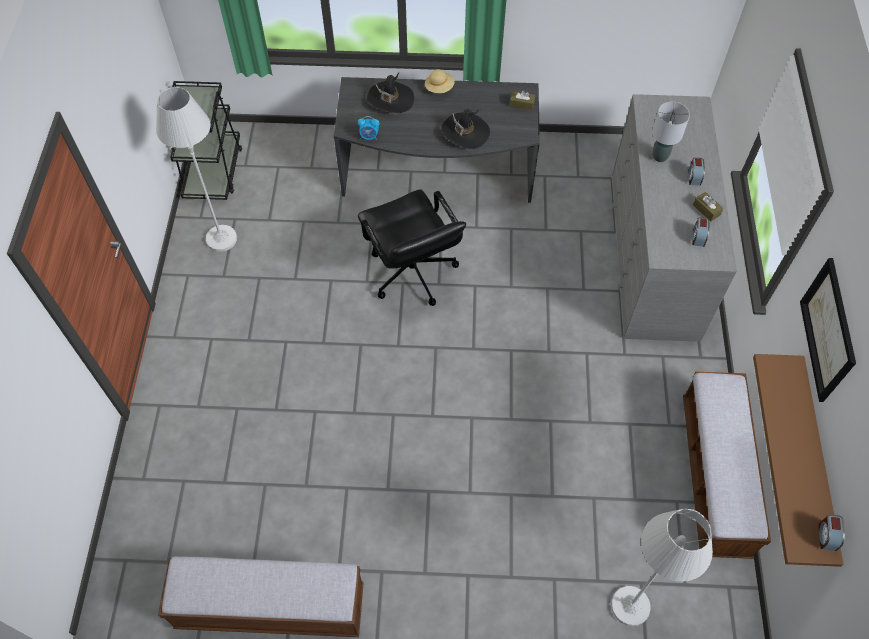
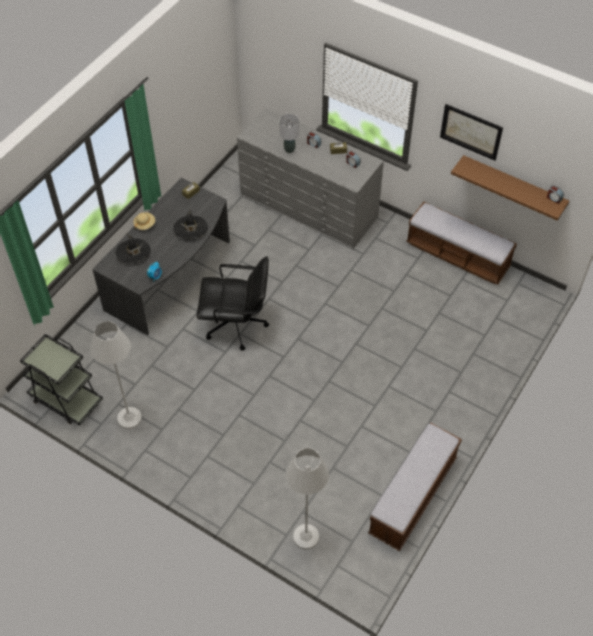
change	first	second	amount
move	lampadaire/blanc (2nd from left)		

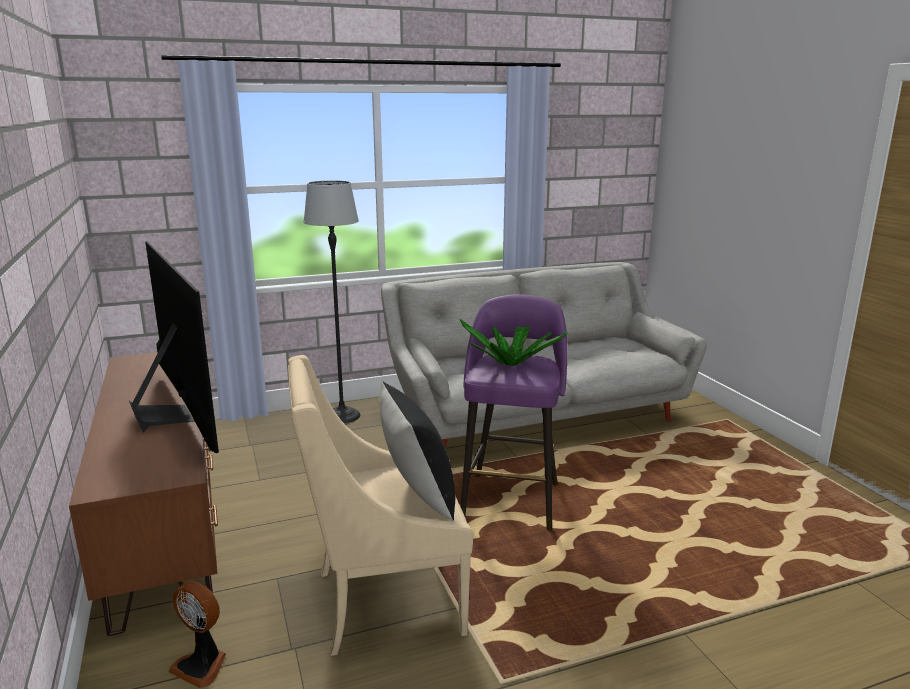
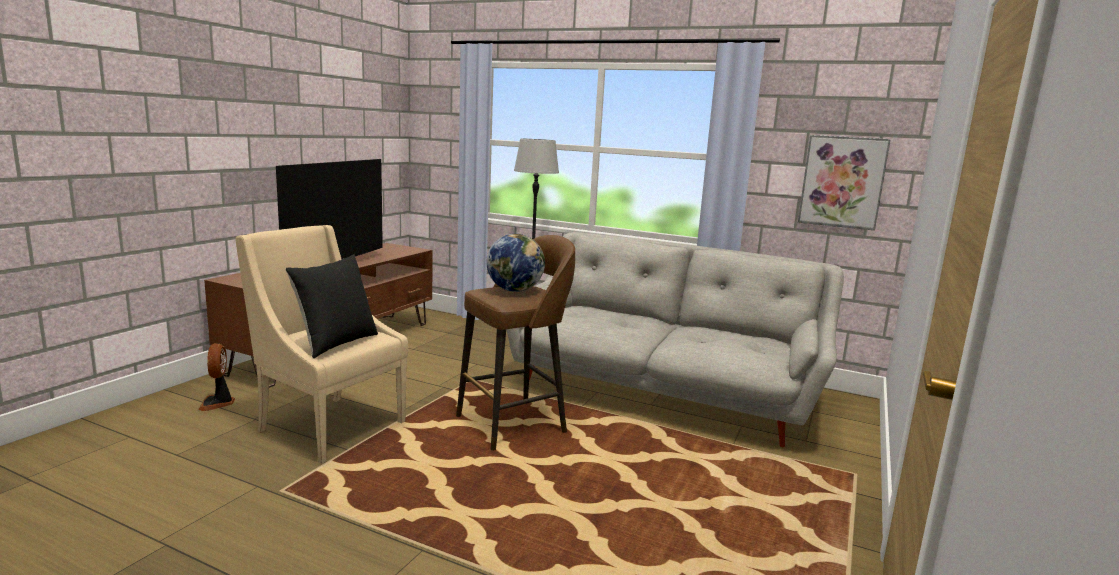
change	first	second	amount
insert		tableau	
replace	plante en pot	globe	
recolor	tabouret/violet	tabouret/marron	

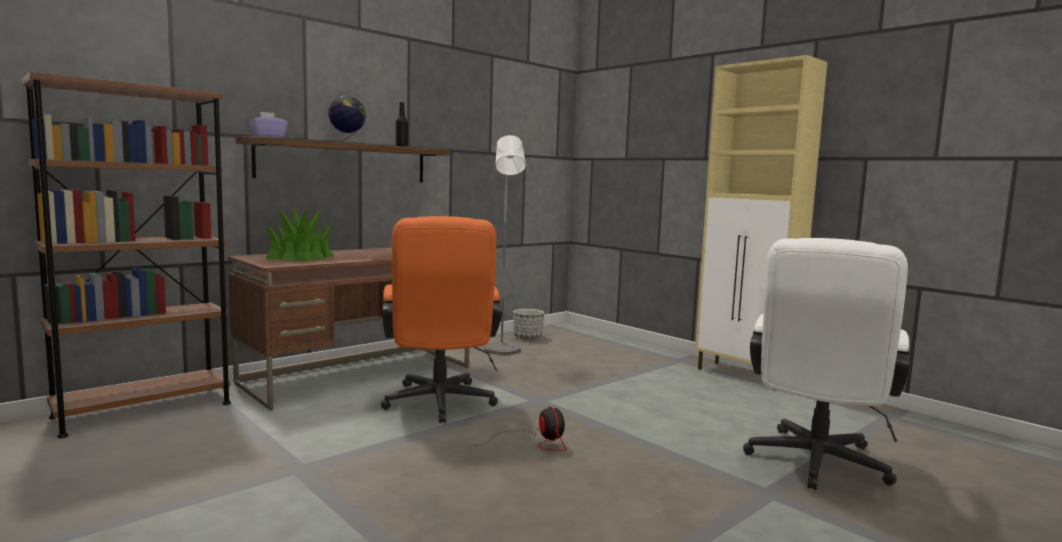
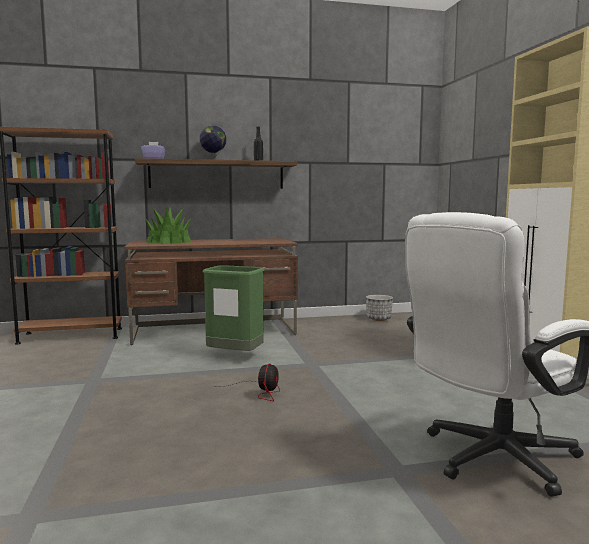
change	first	second	amount
delete	lampadaire/gris		
replace	chaise de bureau/orange	poubelle/vert	

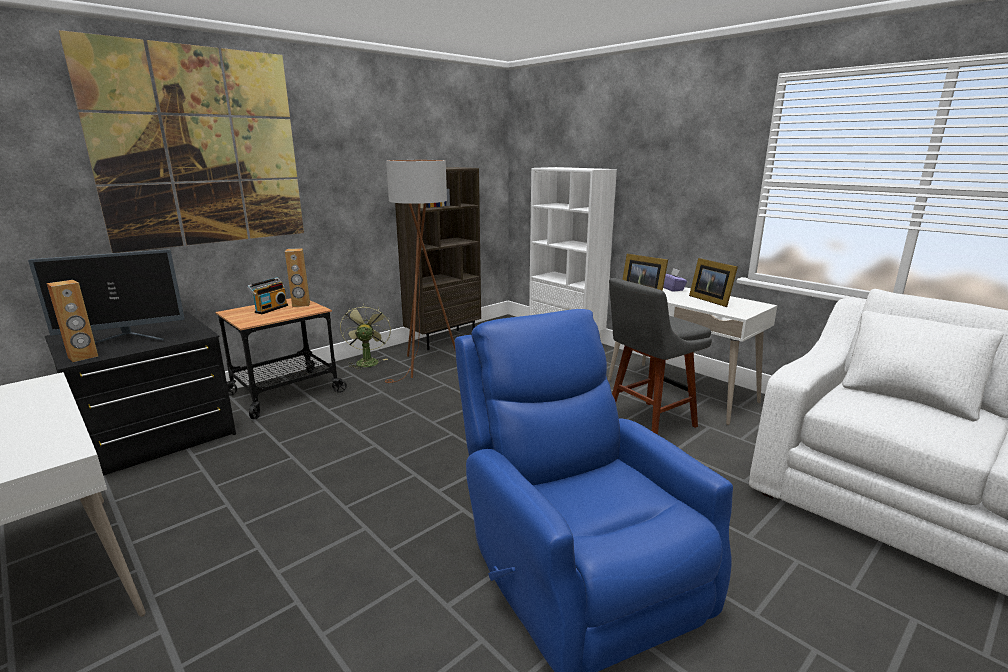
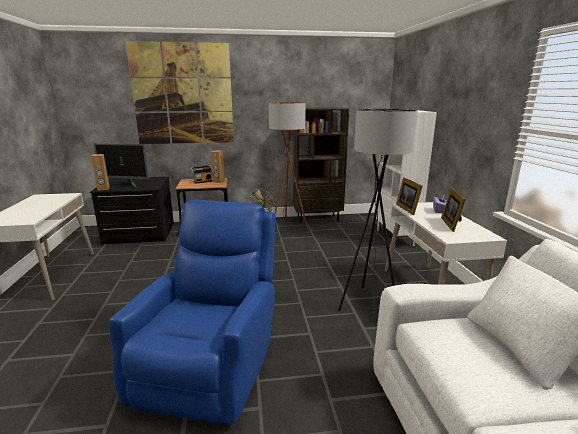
change	first	second	amount
replace	tabouret/gris	lampadaire/gris	

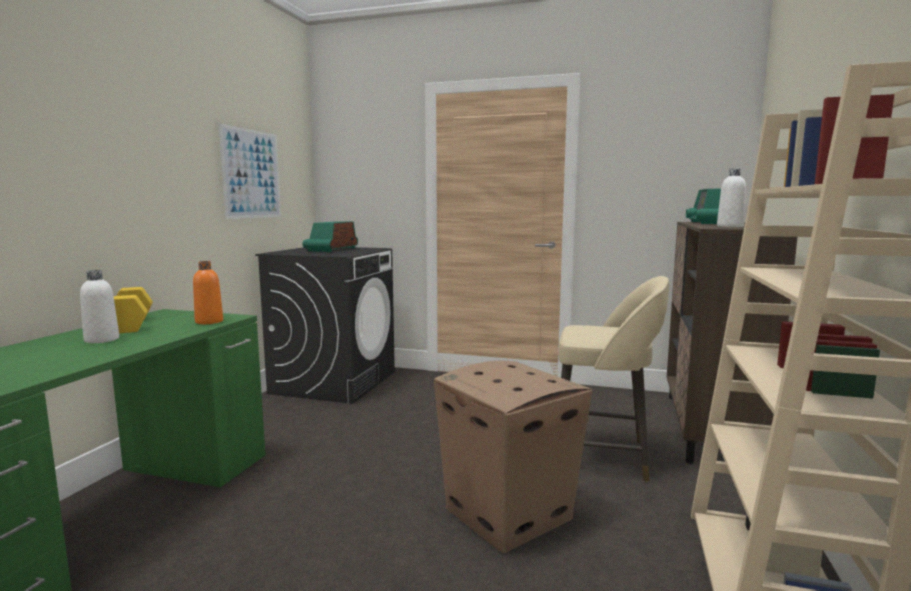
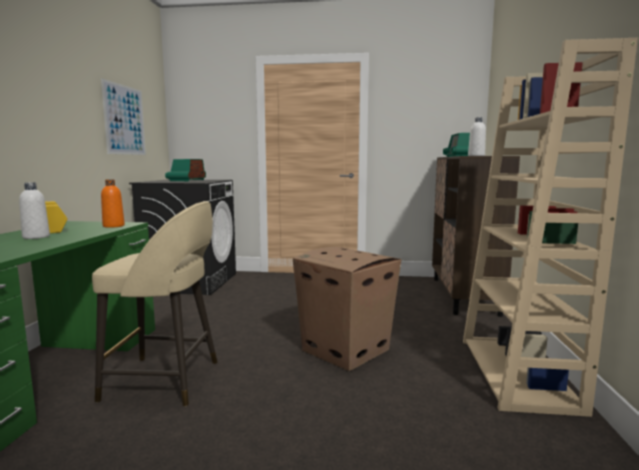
change	first	second	amount
move	tabouret/beige		

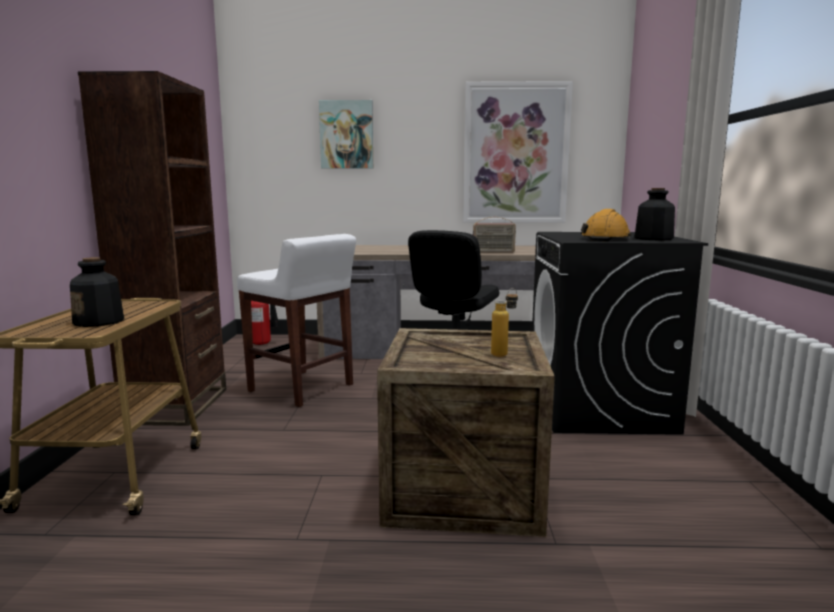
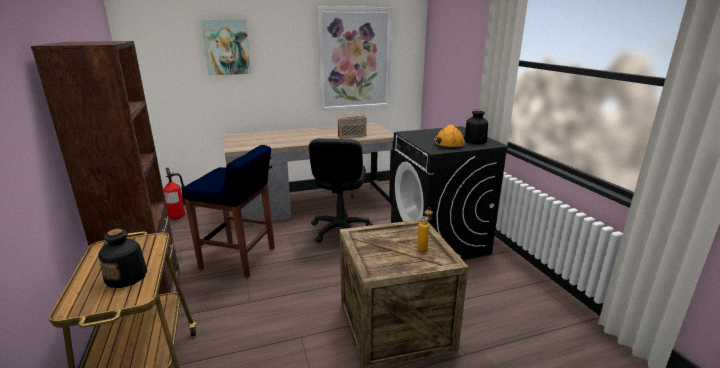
change	first	second	amount
recolor	tabouret/blanc	tabouret/bleu	

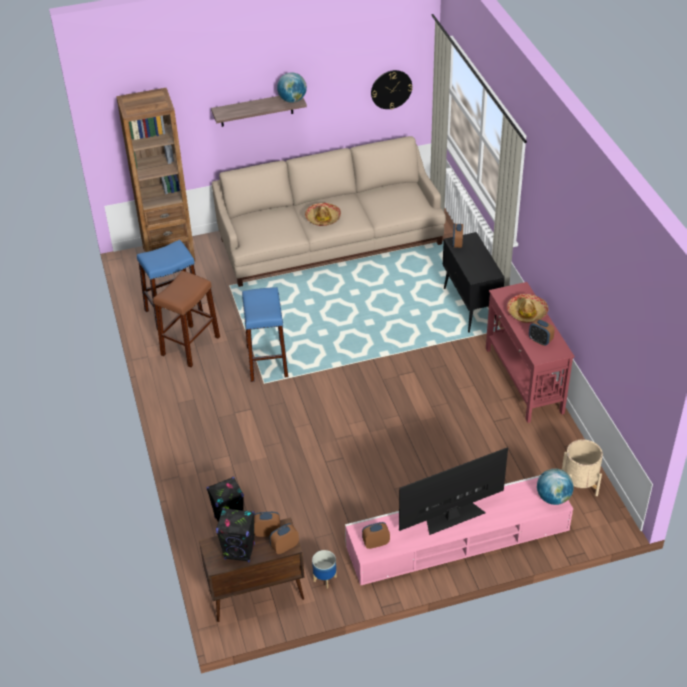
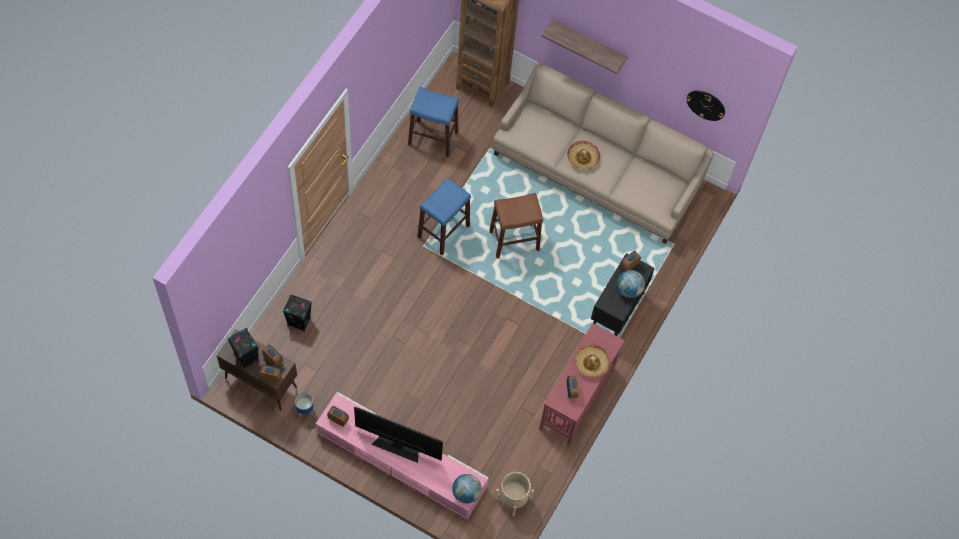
change	first	second	amount
move	tabouret/marron		
move	globe (1st from left in the first image)	globe (2nd from left)	

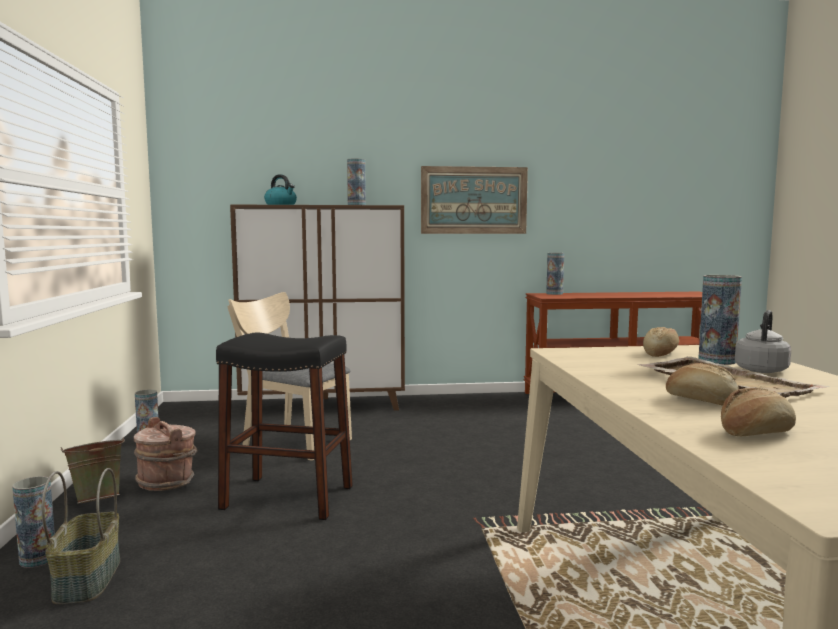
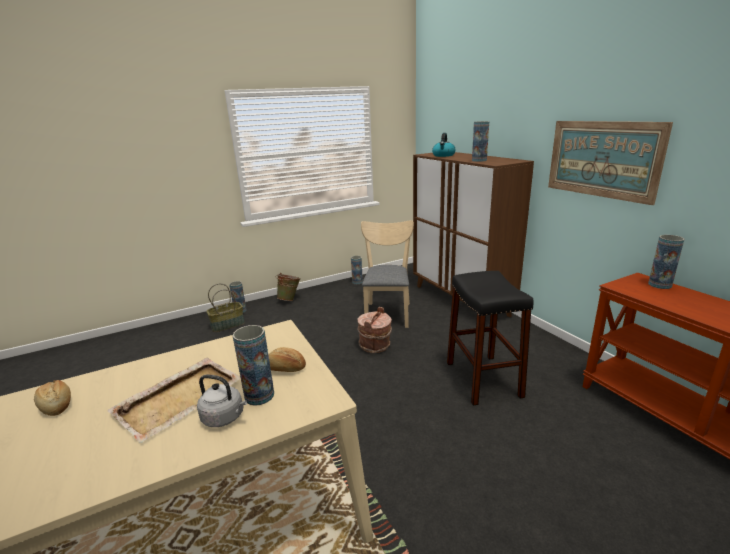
change	first	second	amount
delete	pain (2nd from left)		
move	seau/marron		
move	tabouret/noir		

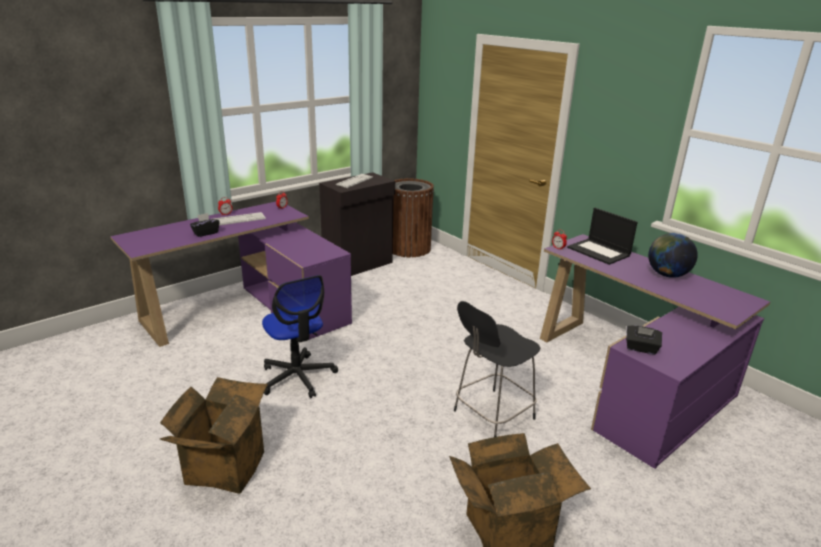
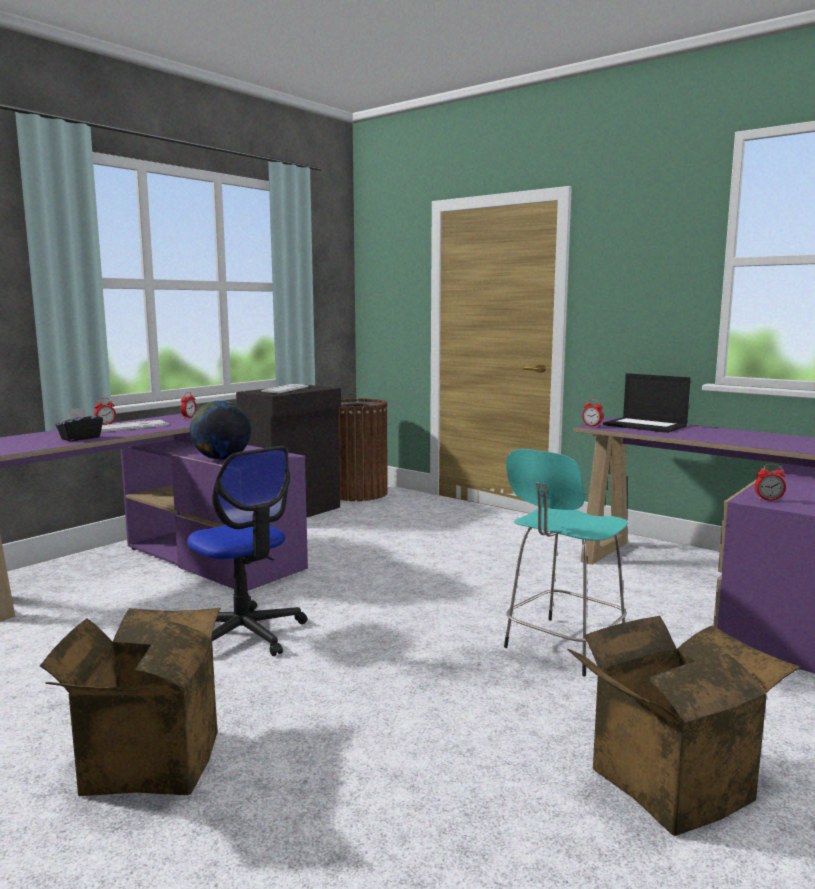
change	first	second	amount
move	globe		
replace	boîte à mouchoirs/noir (2nd from left)	réveil (4th from left)	
recolor	tabouret/noir	tabouret/turquoise	

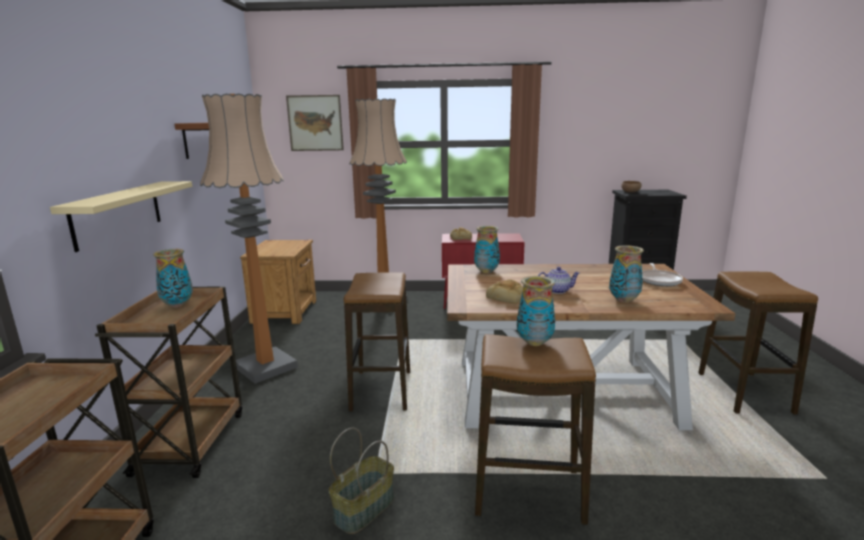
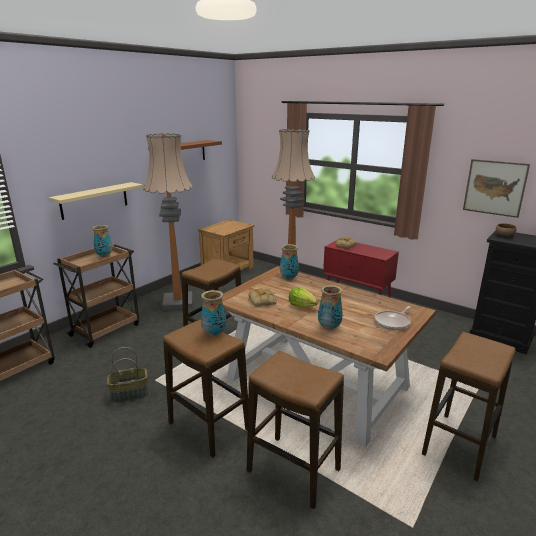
change	first	second	amount
insert		tabouret (3rd from left)	
move	tableau		
replace	théière	laitue	

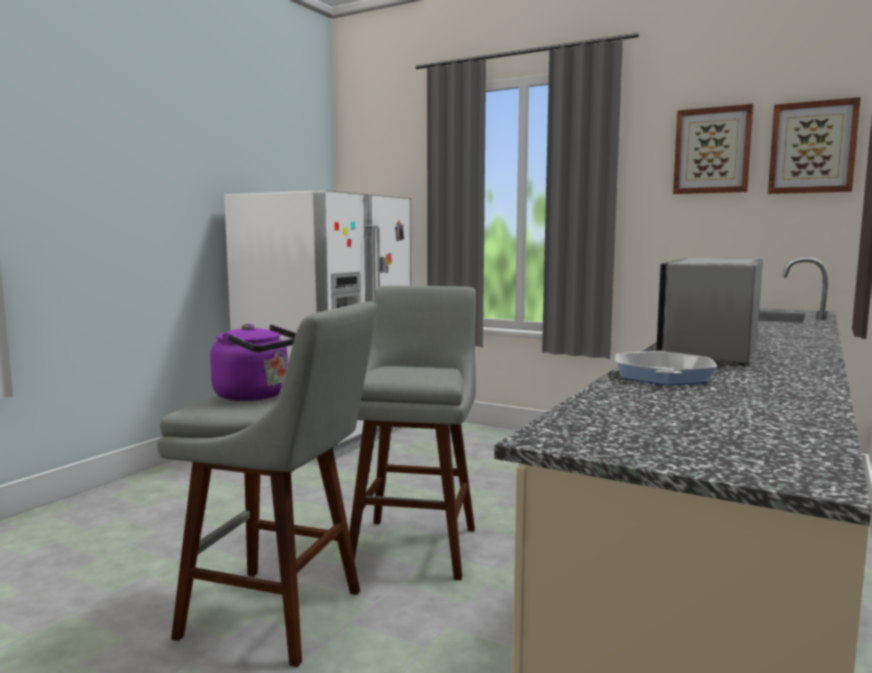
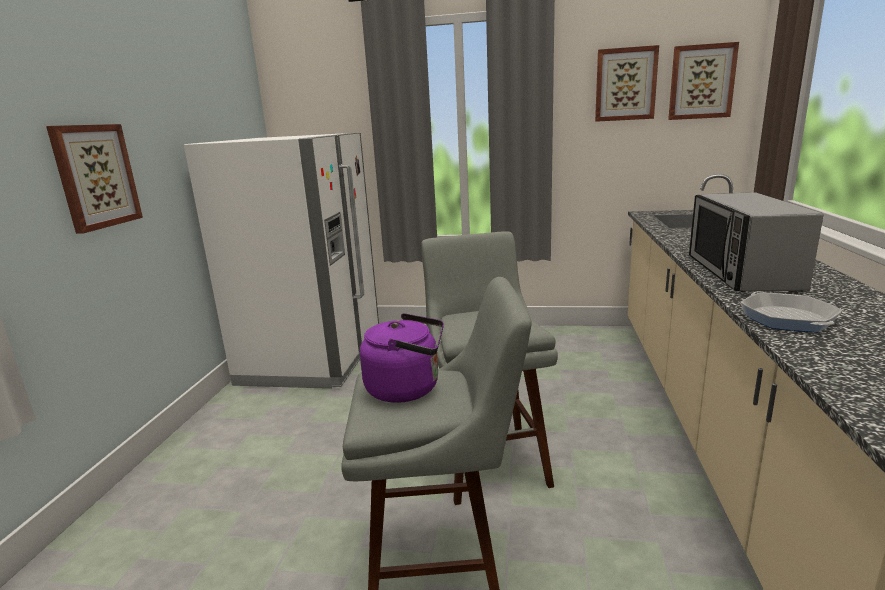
change	first	second	amount
insert		tableau (1st from left)	

